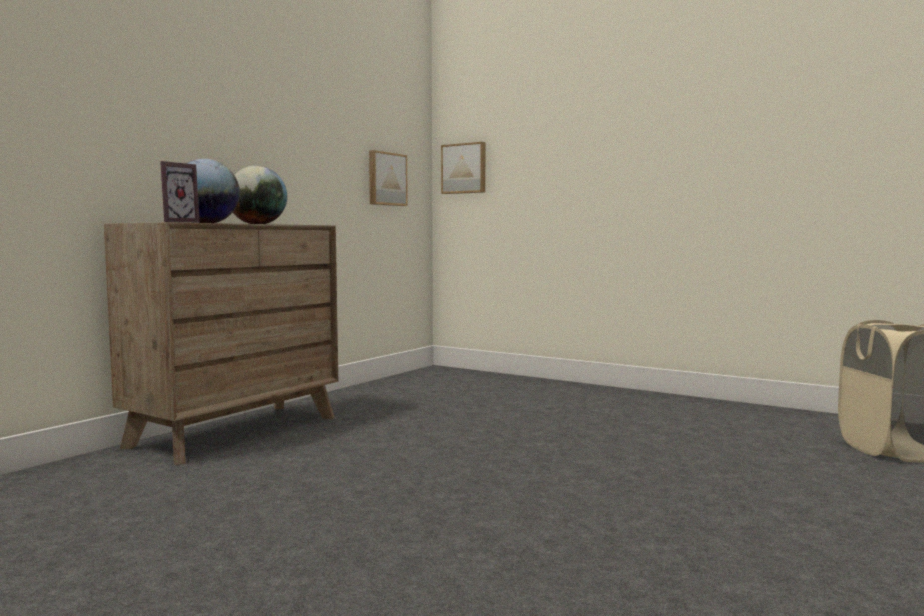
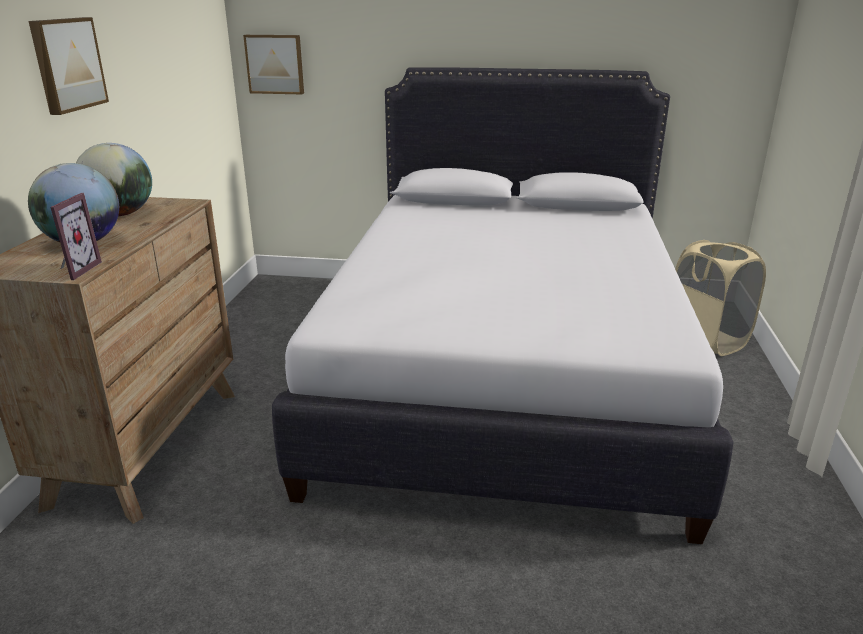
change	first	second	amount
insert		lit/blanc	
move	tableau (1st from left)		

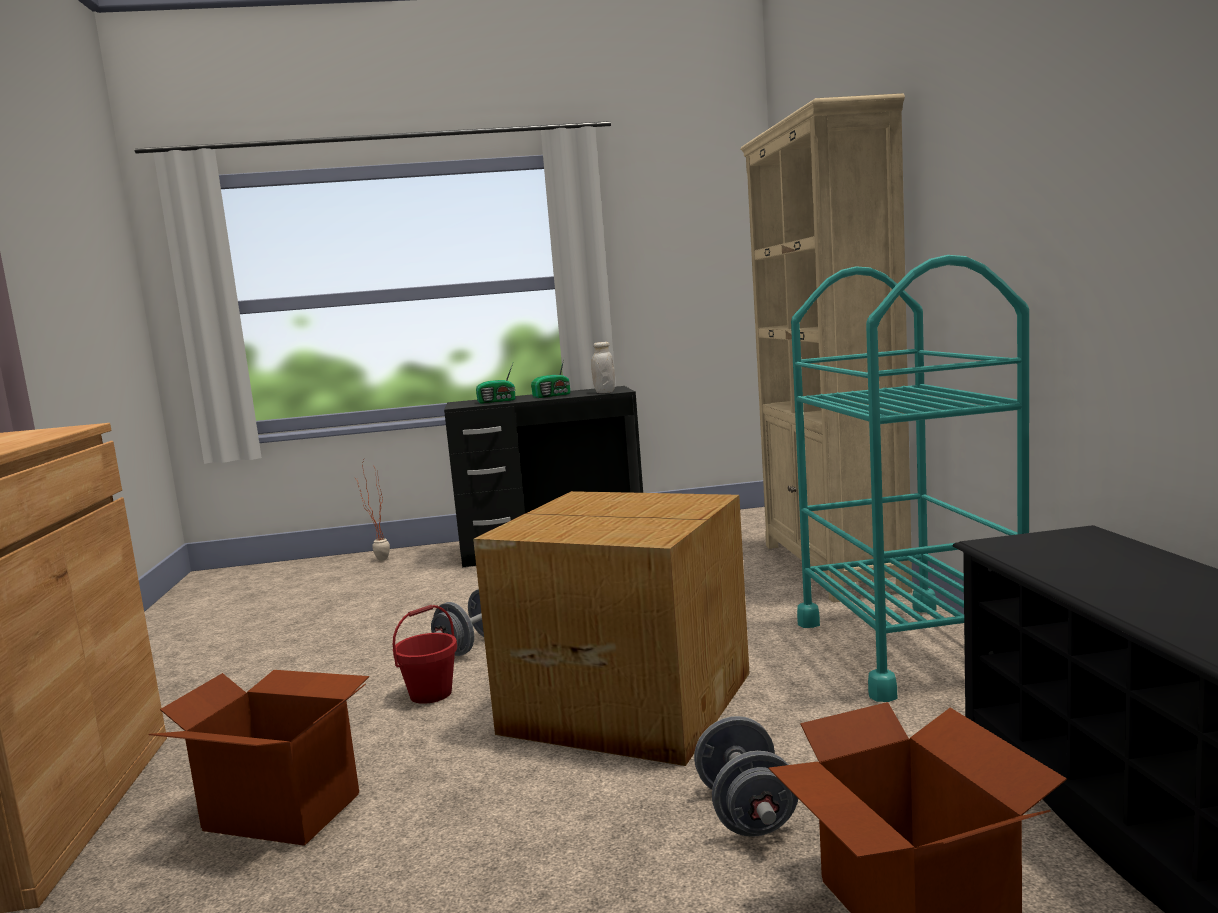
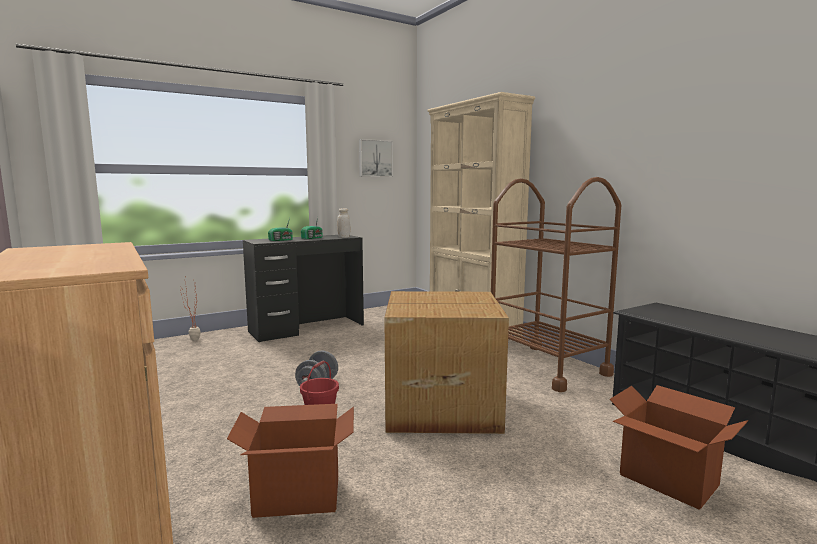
change	first	second	amount
delete	haltère/gris (2nd from left)		
insert		tableau	
recolor	chariot/turquoise	chariot/marron	

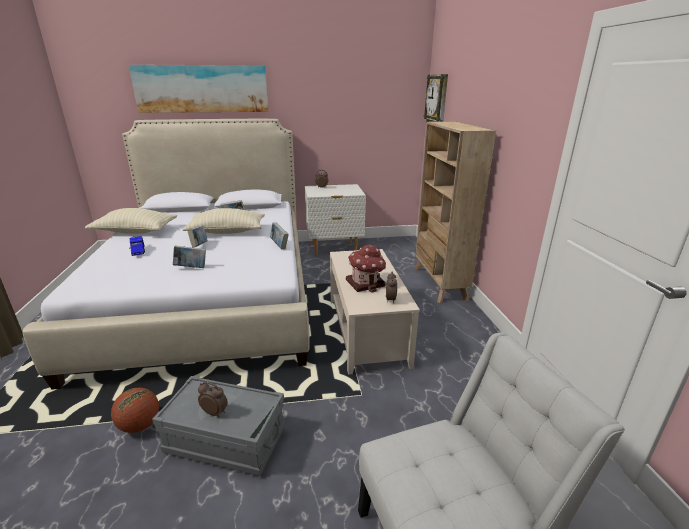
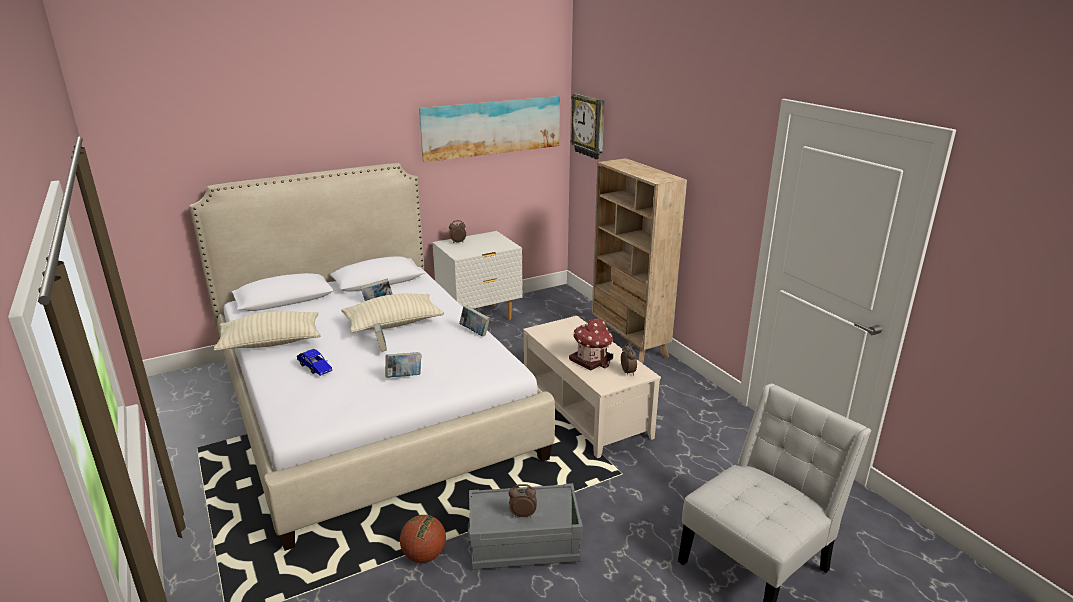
change	first	second	amount
move	tableau		

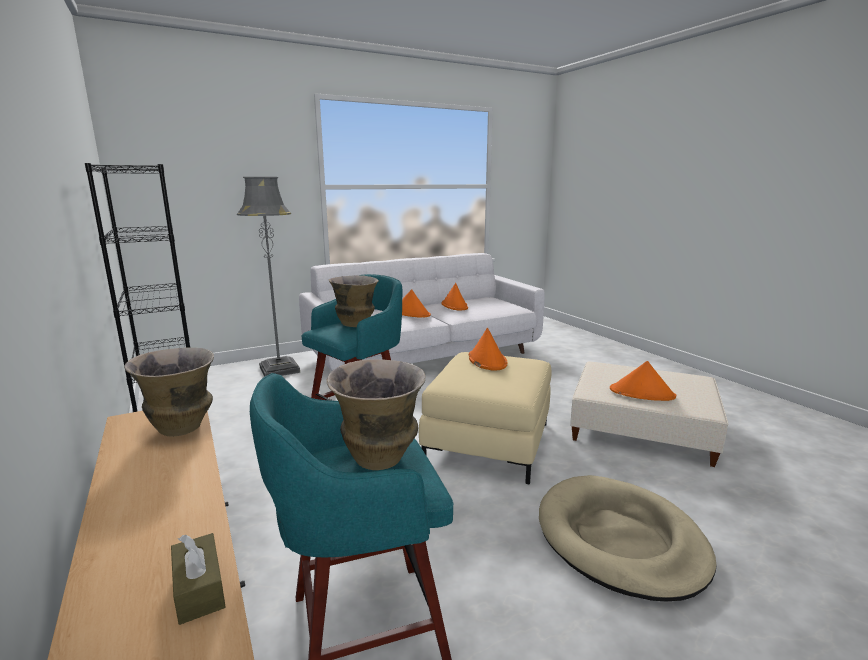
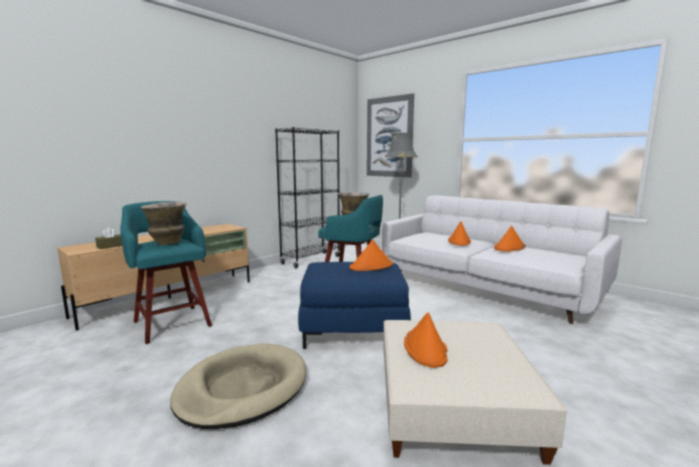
change	first	second	amount
delete	vase (1st from left)		
insert		tableau	
recolor	pouf/beige (1st from left)	pouf/bleu	

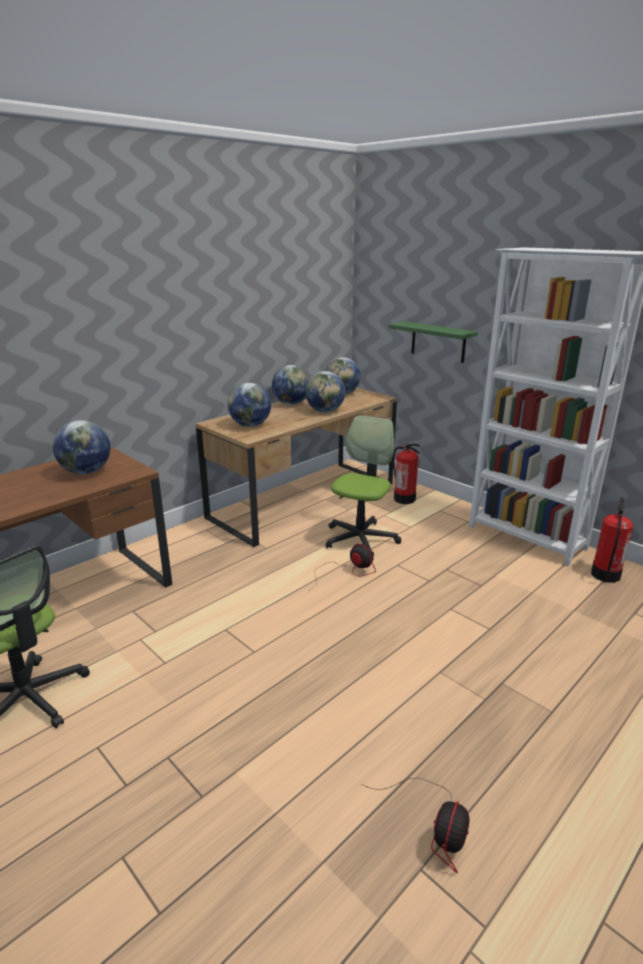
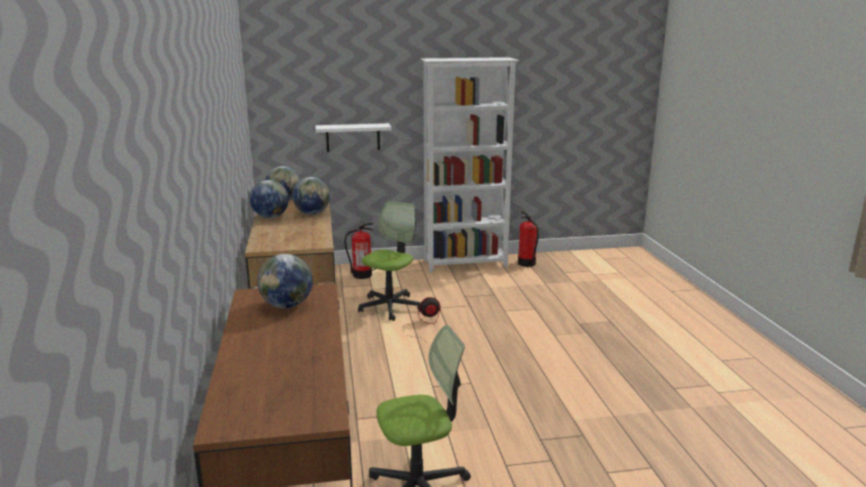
change	first	second	amount
delete	globe (2nd from left)		
delete	ventilateur (2nd from left)		
recolor	étagère/vert	étagère/blanc	
rotate	chaise de bureau (2nd from left in the first image)	chaise de bureau (1st from left)	60 degrees clockwise

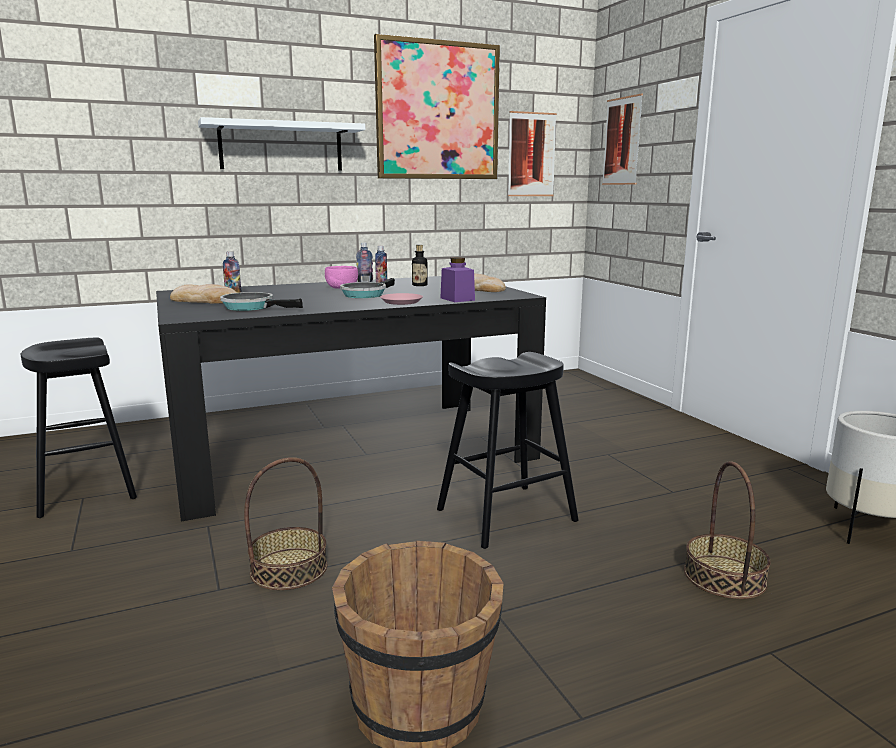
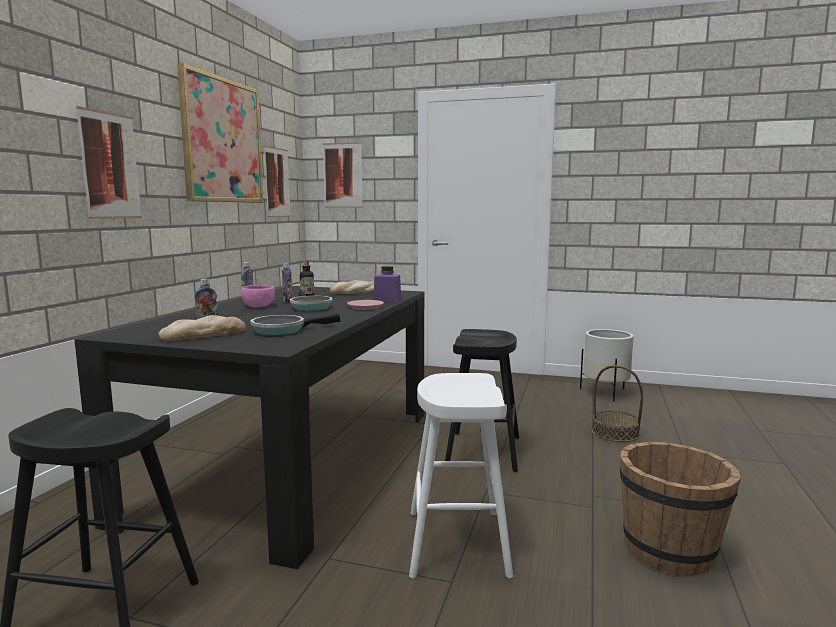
change	first	second	amount
replace	étagère/blanc	tableau (1st from left)	
replace	panier (1st from left)	tabouret/blanc	

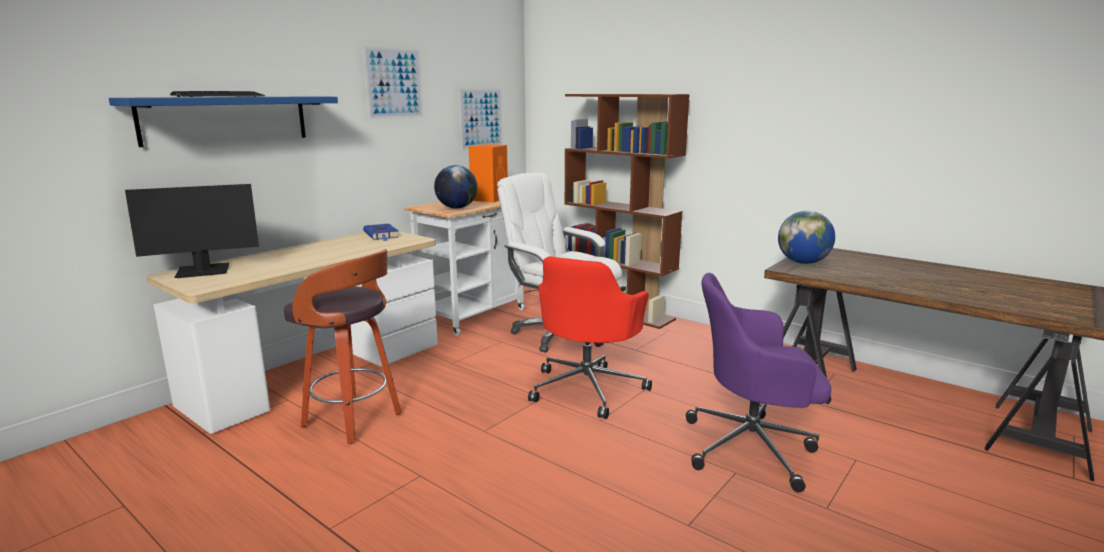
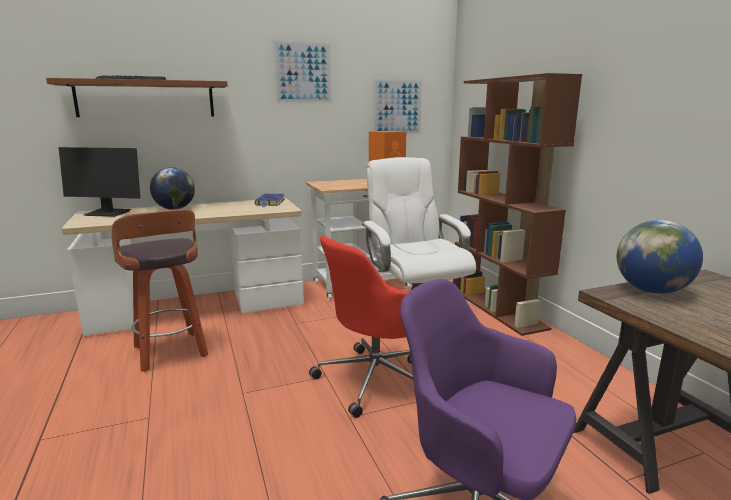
change	first	second	amount
move	globe (1st from left)		
recolor	étagère/bleu	étagère/marron	

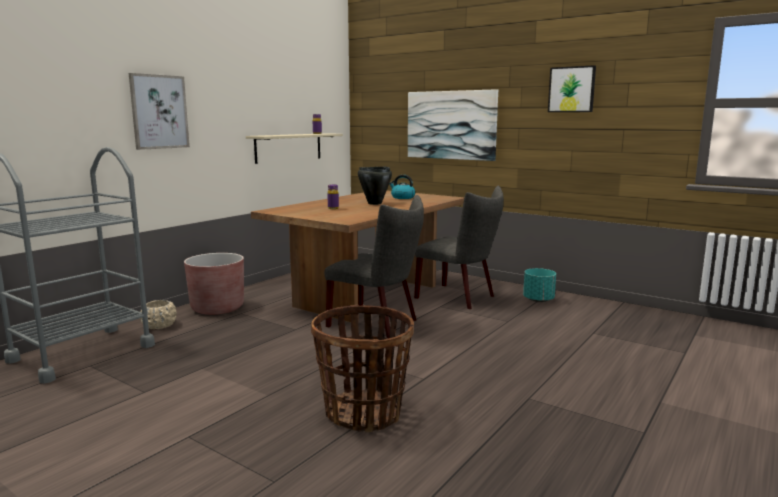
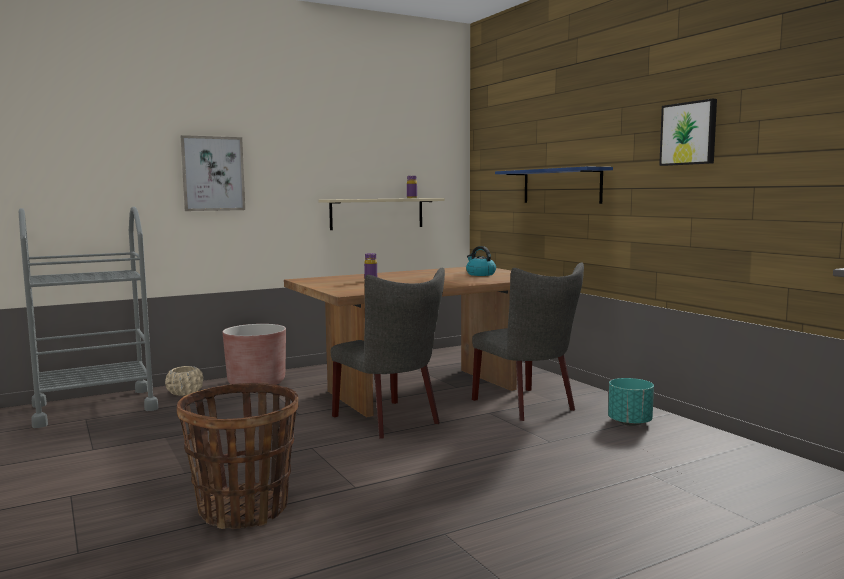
change	first	second	amount
delete	marmite/noir		
replace	tableau (2nd from left)	étagère/bleu	

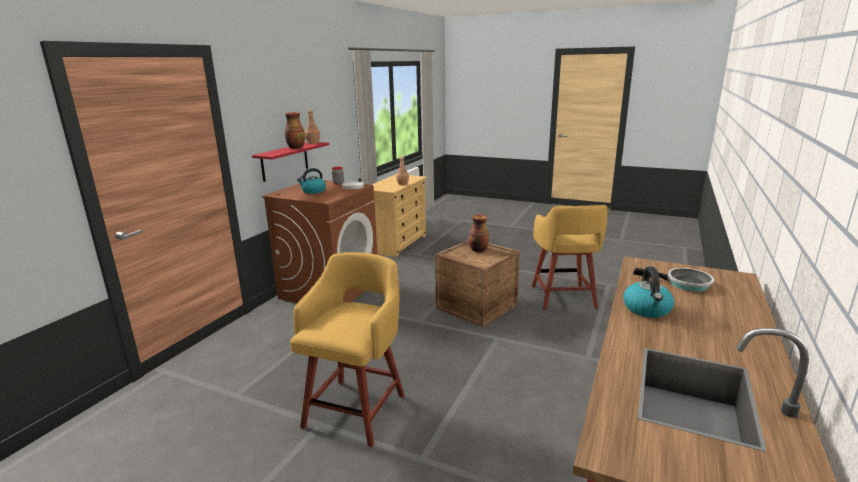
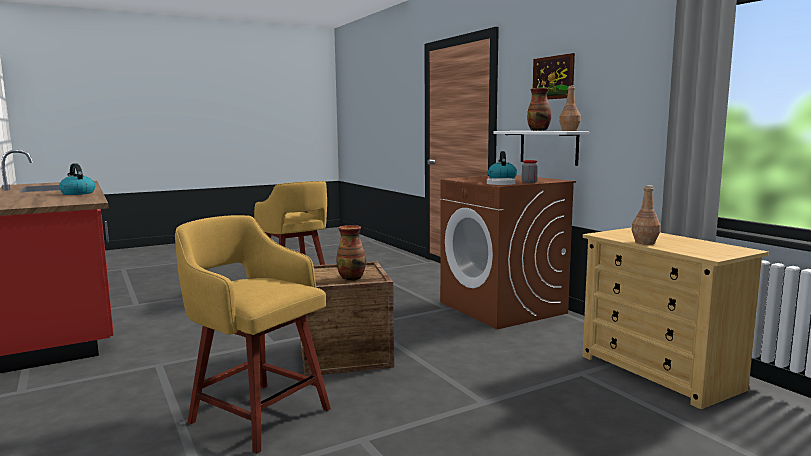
change	first	second	amount
delete	poêle		
insert		tableau	
recolor	étagère/rouge	étagère/blanc	

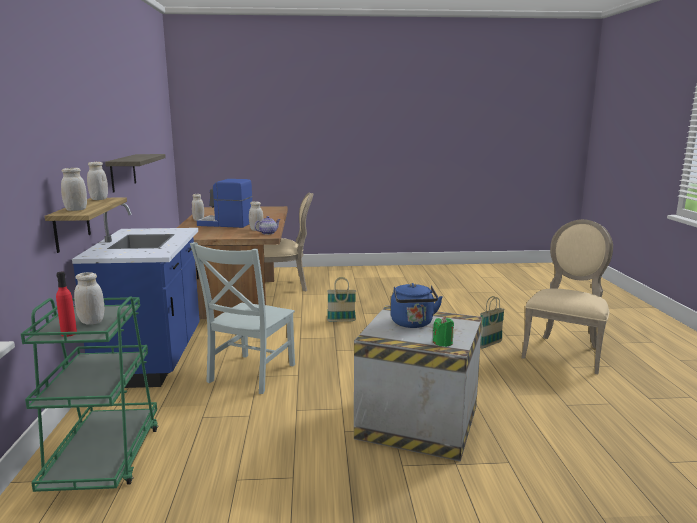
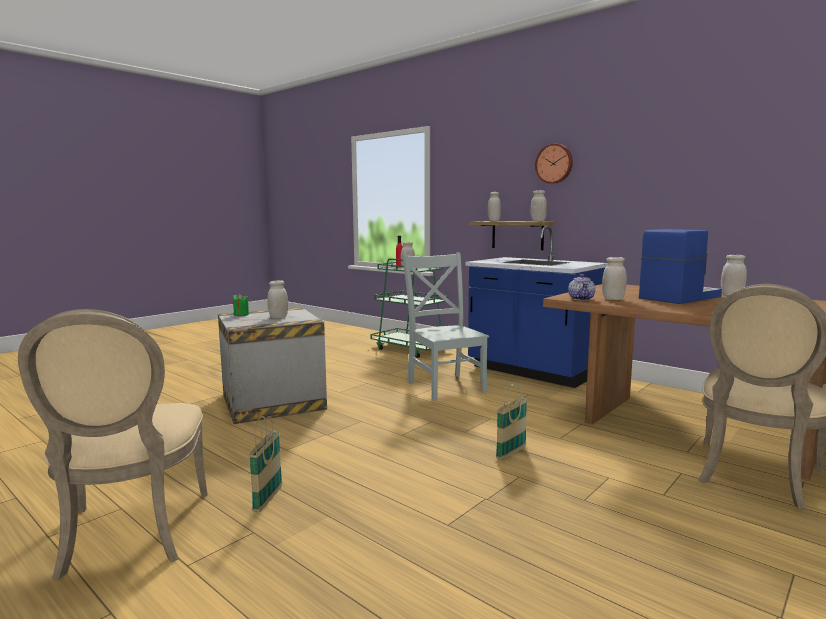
change	first	second	amount
delete	étagère (2nd from left)		
insert		horloge murale	
replace	bouilloire/bleu	bocal/blanc (1st from left)	

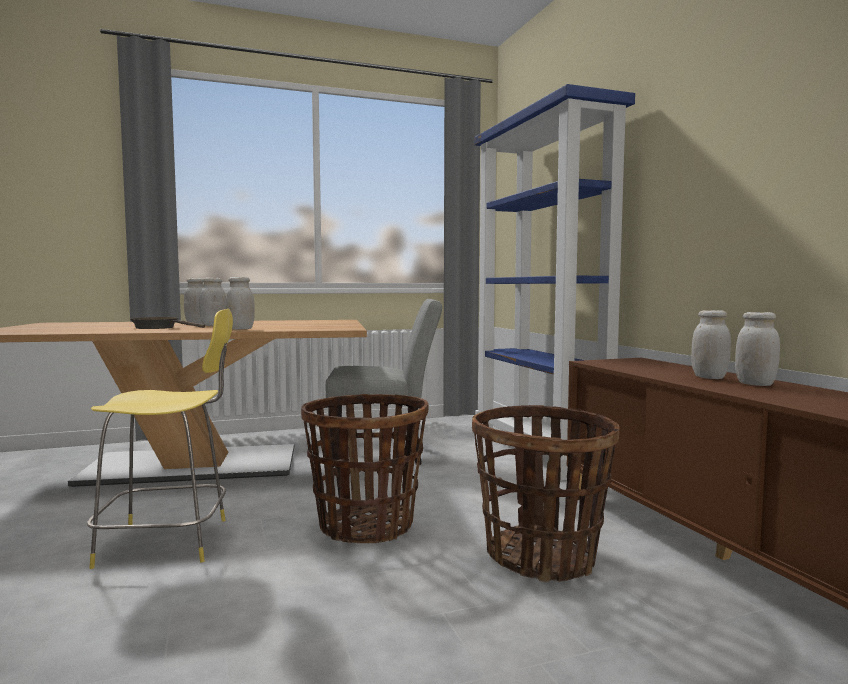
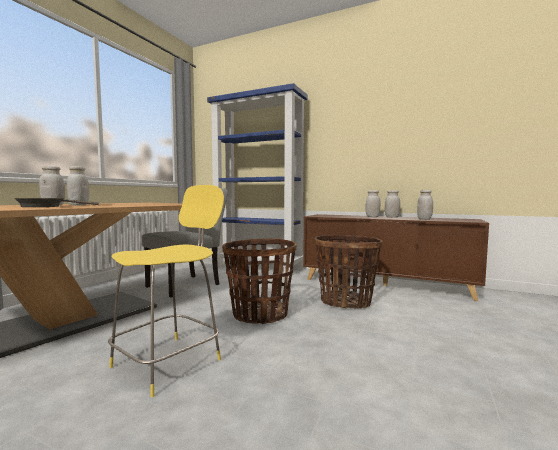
change	first	second	amount
move	bocal/blanc (3rd from left in the first image)	bocal/blanc (5th from left)	

